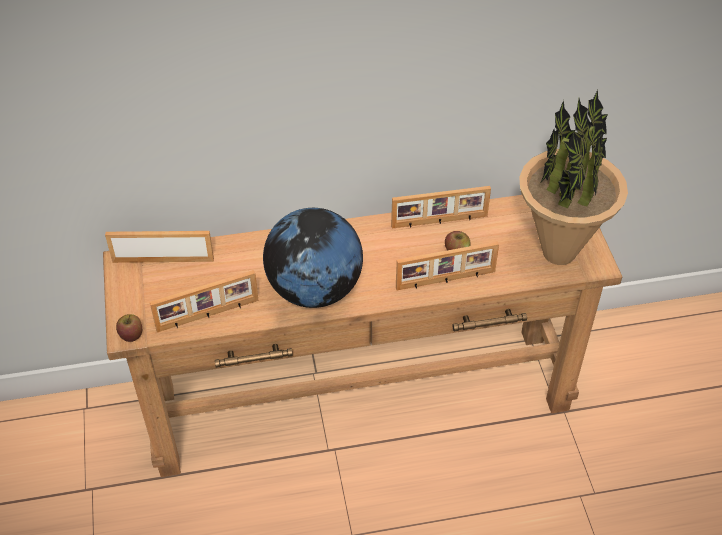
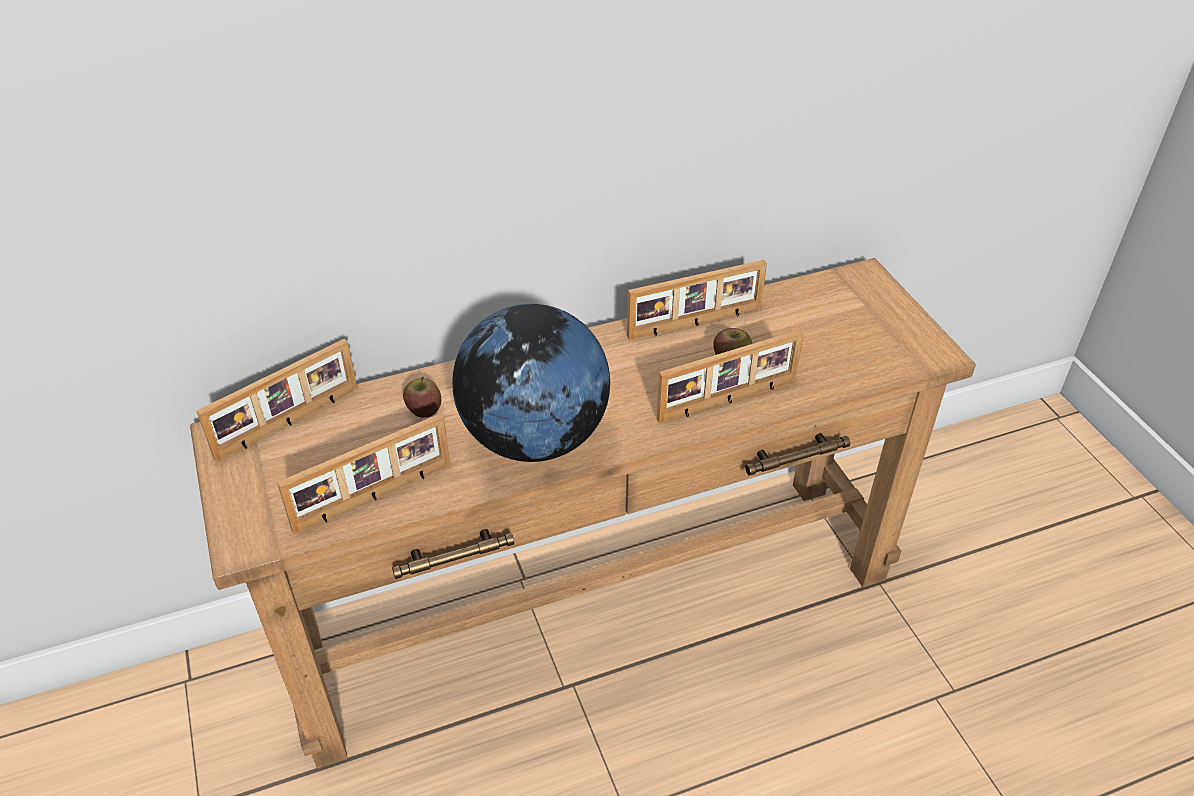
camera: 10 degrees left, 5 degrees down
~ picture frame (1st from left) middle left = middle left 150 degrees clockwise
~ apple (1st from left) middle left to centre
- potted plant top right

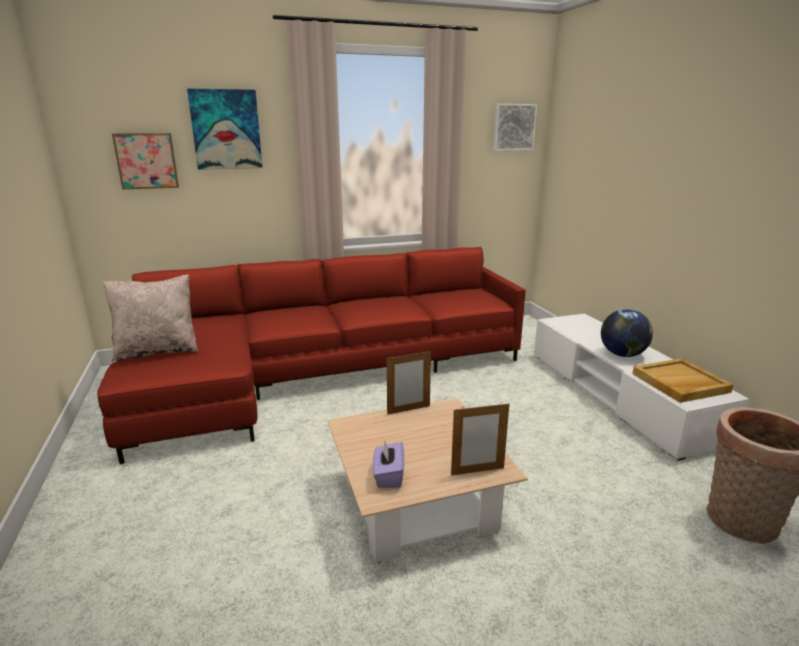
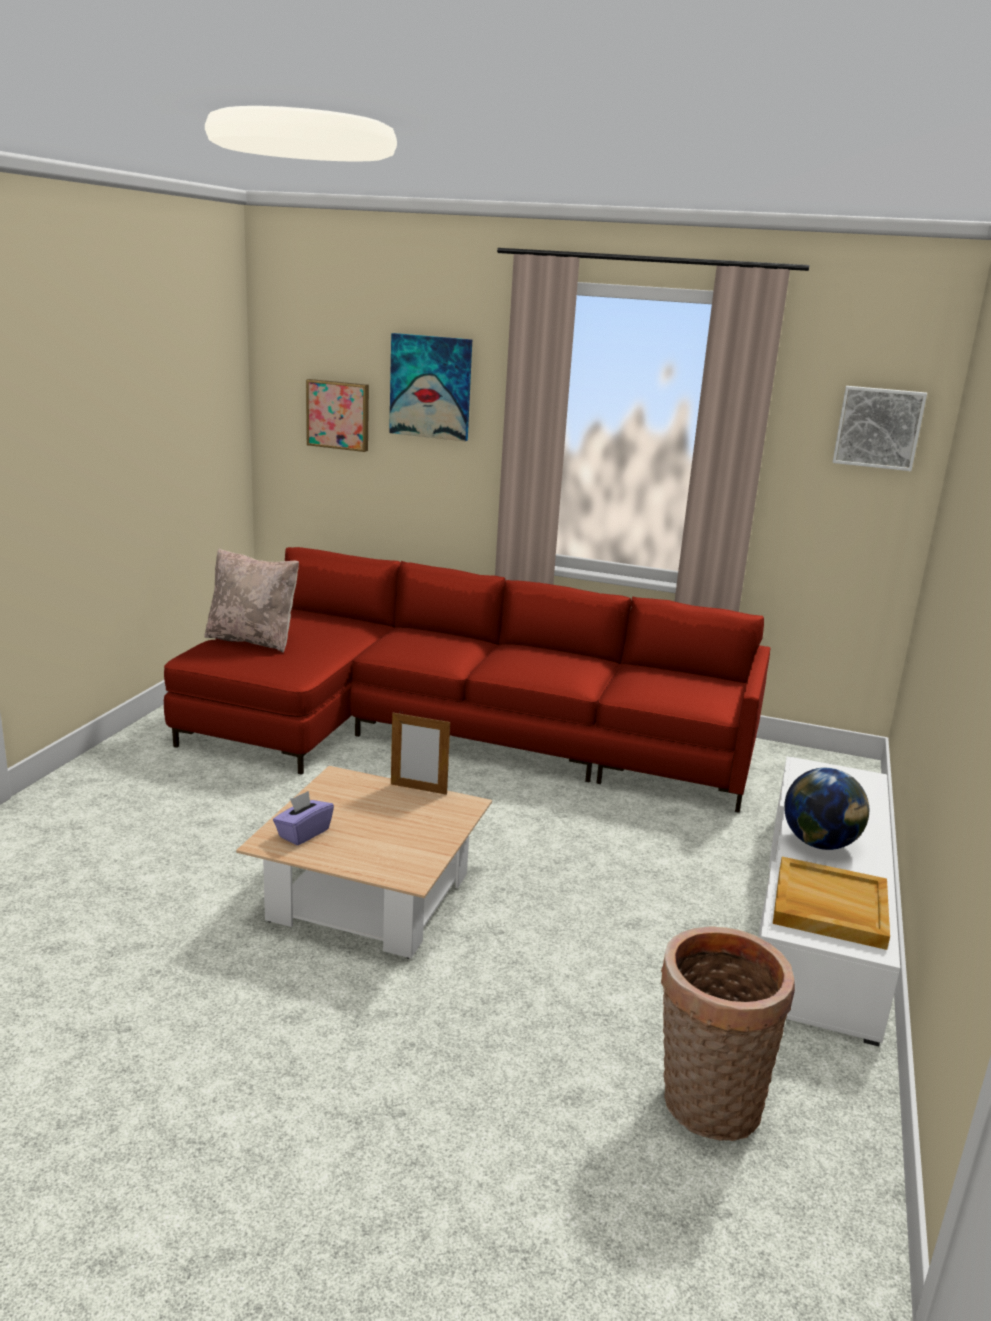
camera: 35 degrees right, 0 degrees up
- picture frame (2nd from left) bottom centre

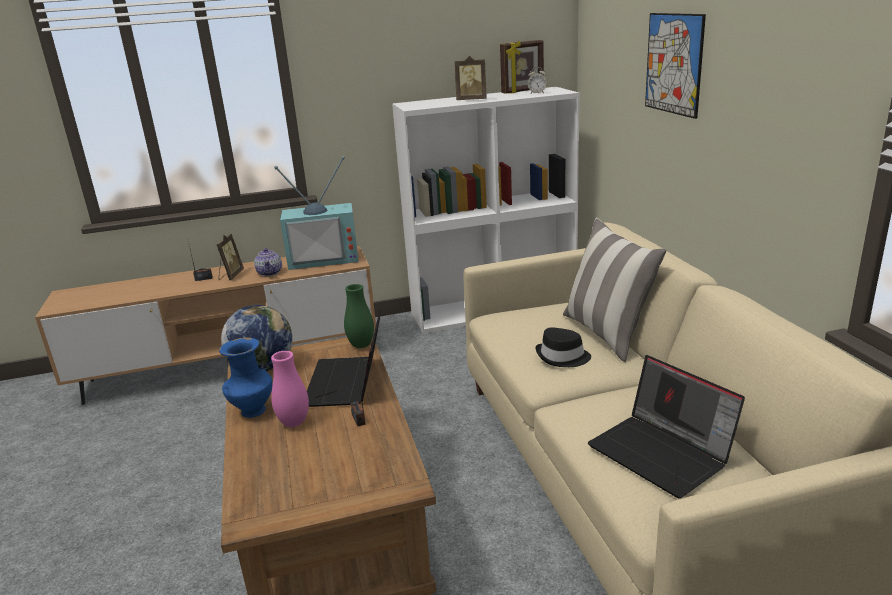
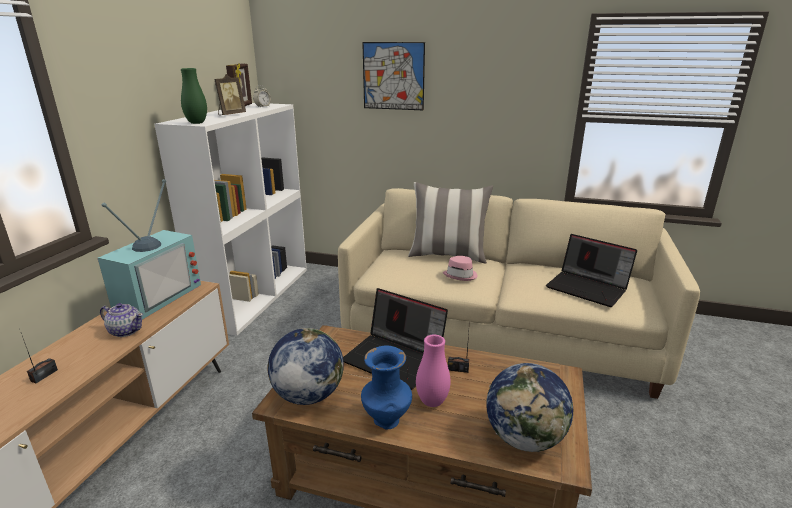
camera: 60 degrees left, 0 degrees up
- picture frame (1st from left) middle left
~ vase (green) centre to top left
~ hat (black) centre to hat (pink) centre
~ laptop (2nd from left) bottom right = middle right 45 degrees clockwise
+ globe (2nd from left) bottom right

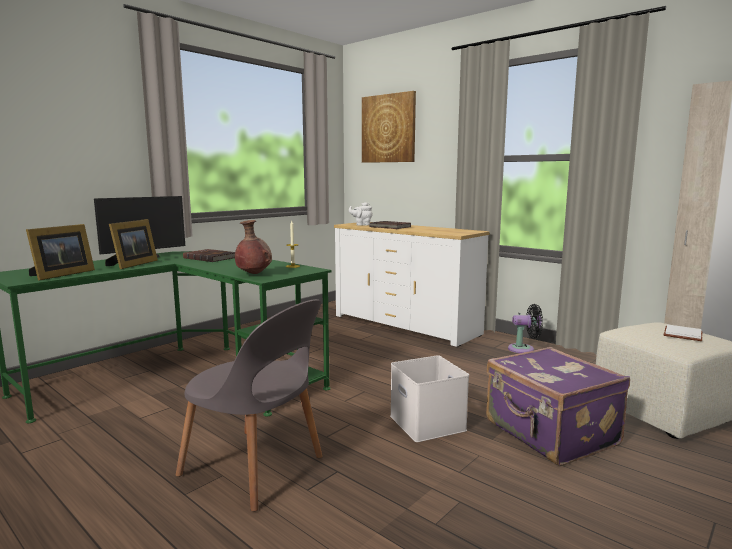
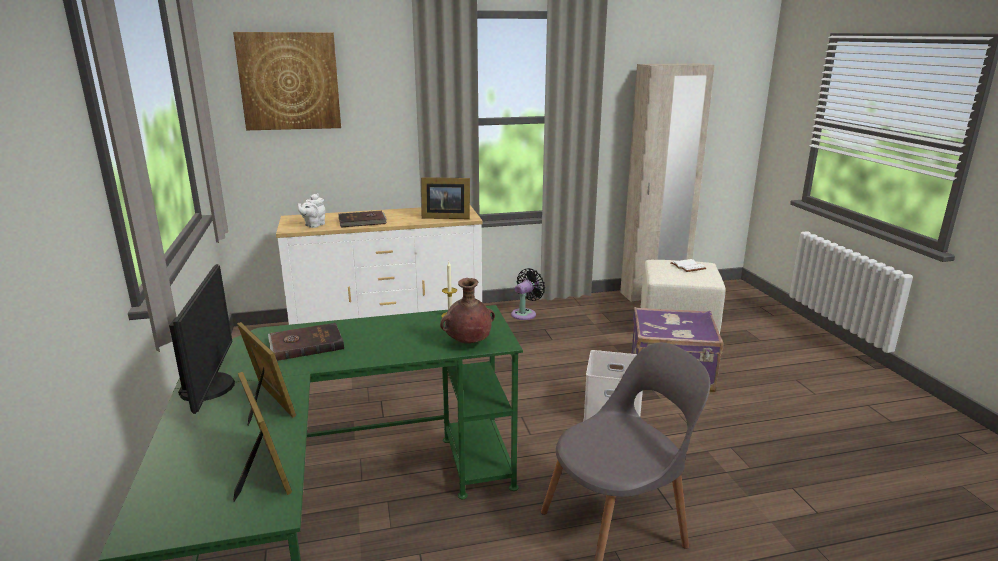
camera: 55 degrees left, 10 degrees up
+ picture frame (3rd from left) centre

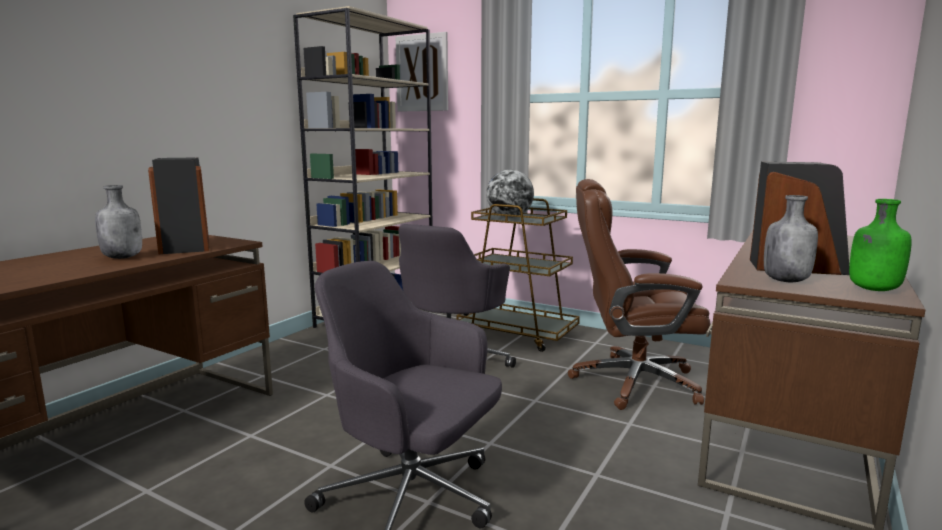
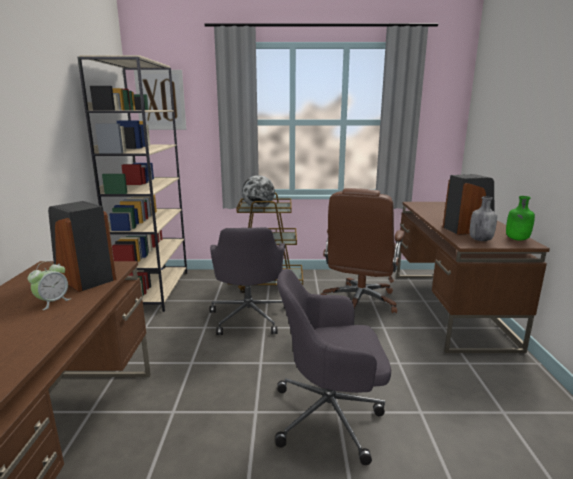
camera: 30 degrees left, 5 degrees up
~ bottle (grey) (1st from left) middle left to alarm clock middle left
~ office chair (brown) middle right = centre 45 degrees counterclockwise

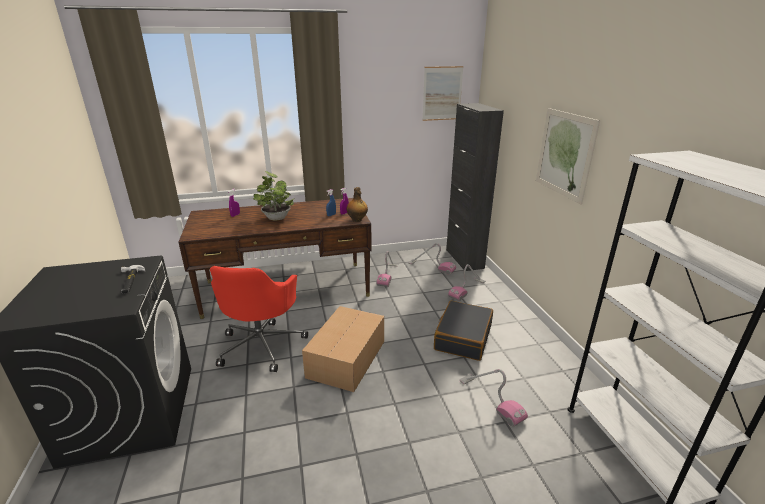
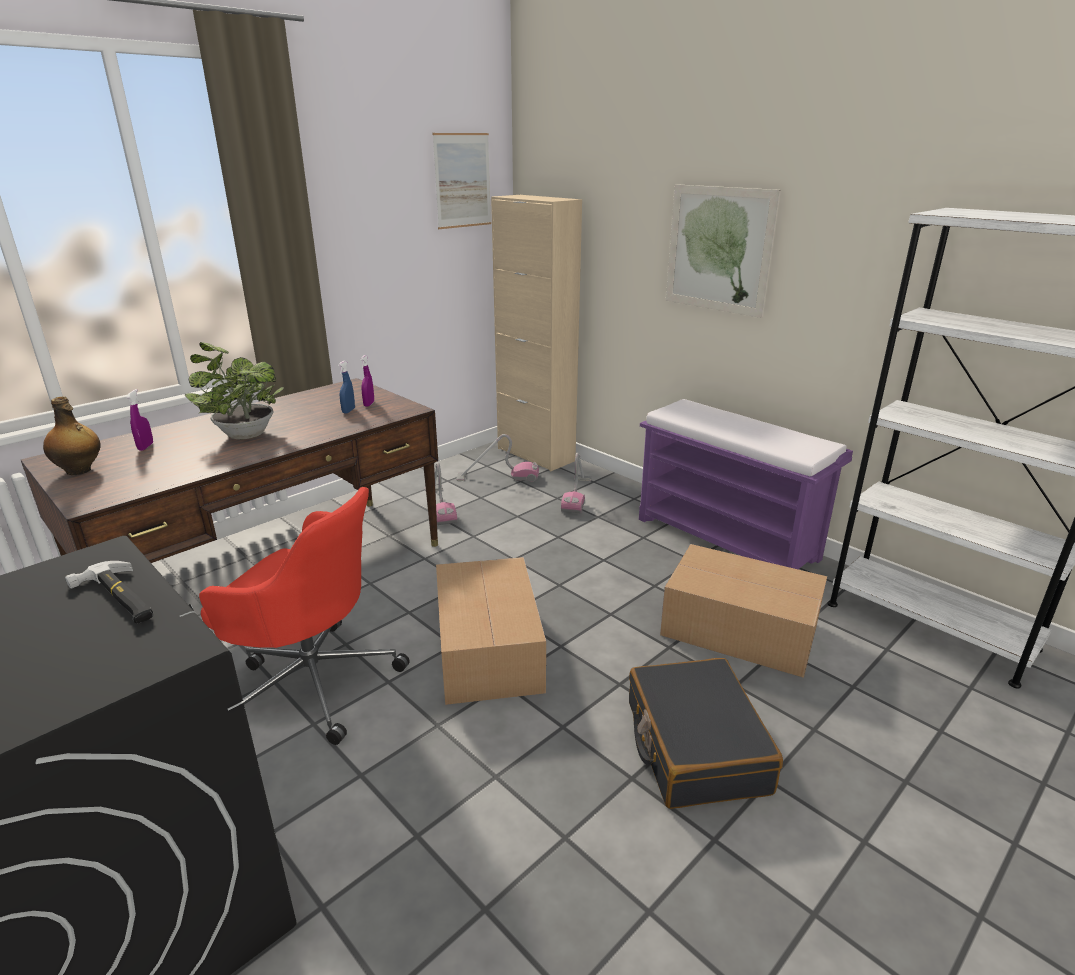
camera: 30 degrees left, 0 degrees up
~ office chair (red) centre = middle left 45 degrees counterclockwise
~ bottle centre to middle left
~ suitcase (black) centre to bottom centre
~ cabinet (black) centre to cabinet (beige) centre
~ vacuum cleaner (4th from left) bottom centre to cardboard box (2nd from left) middle right
+ bench (purple) middle right

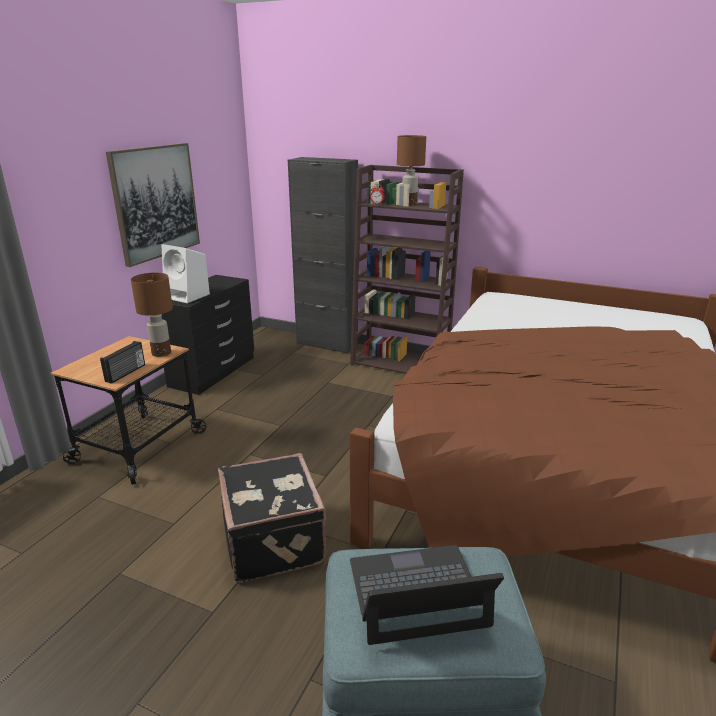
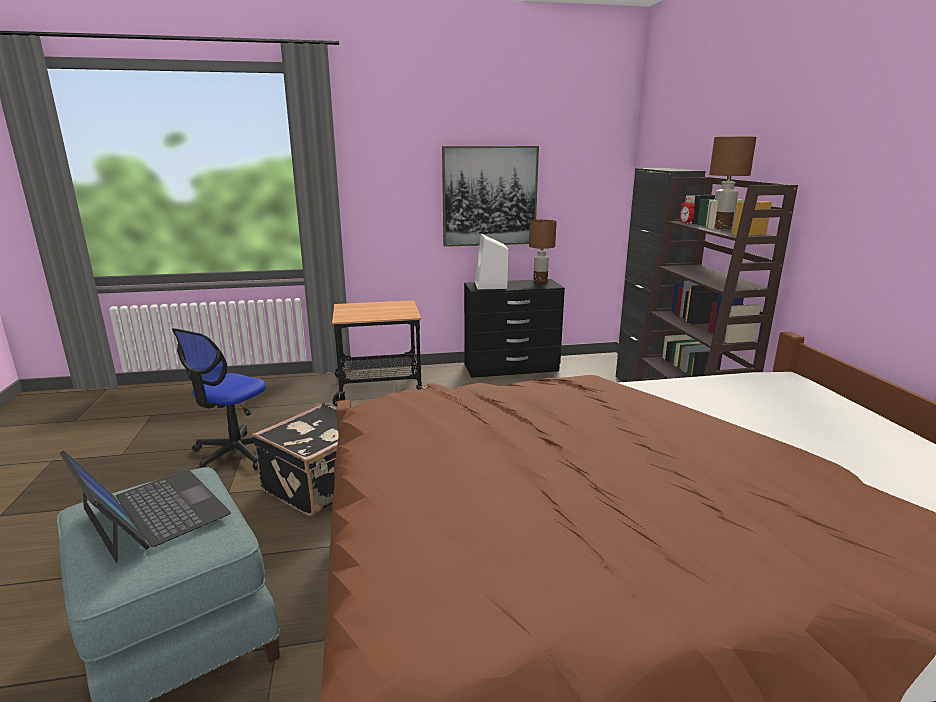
camera: 55 degrees right, 5 degrees down
- radio middle left
~ table lamp (brown) (1st from left) middle left to centre
+ office chair middle left

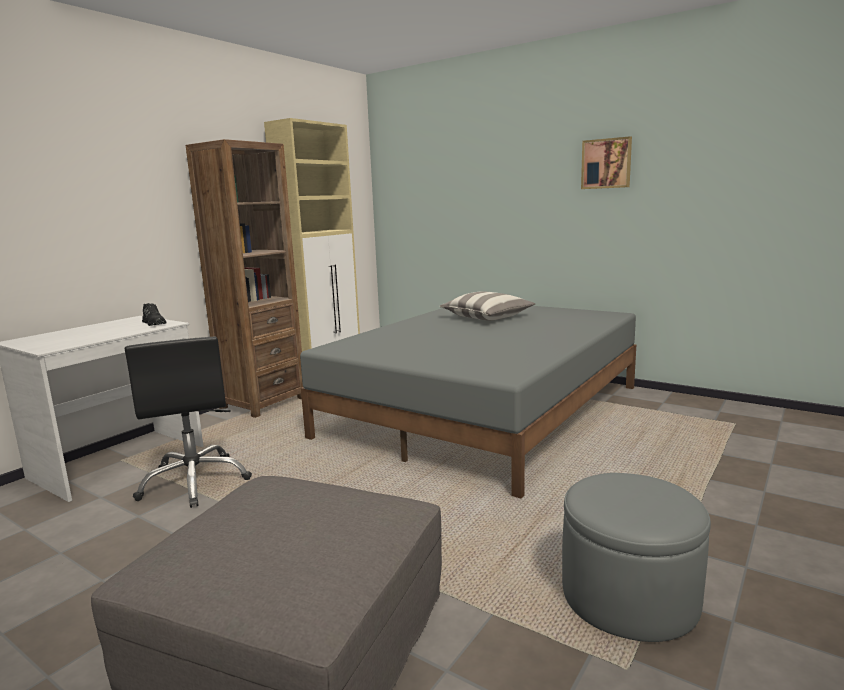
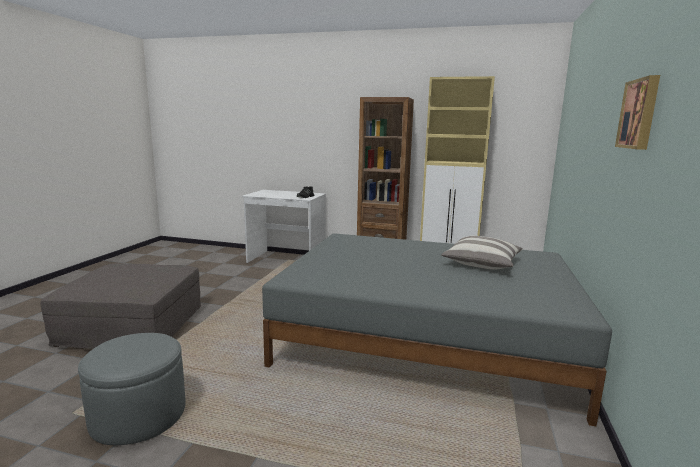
camera: 70 degrees right, 0 degrees up
- office chair (black) middle left

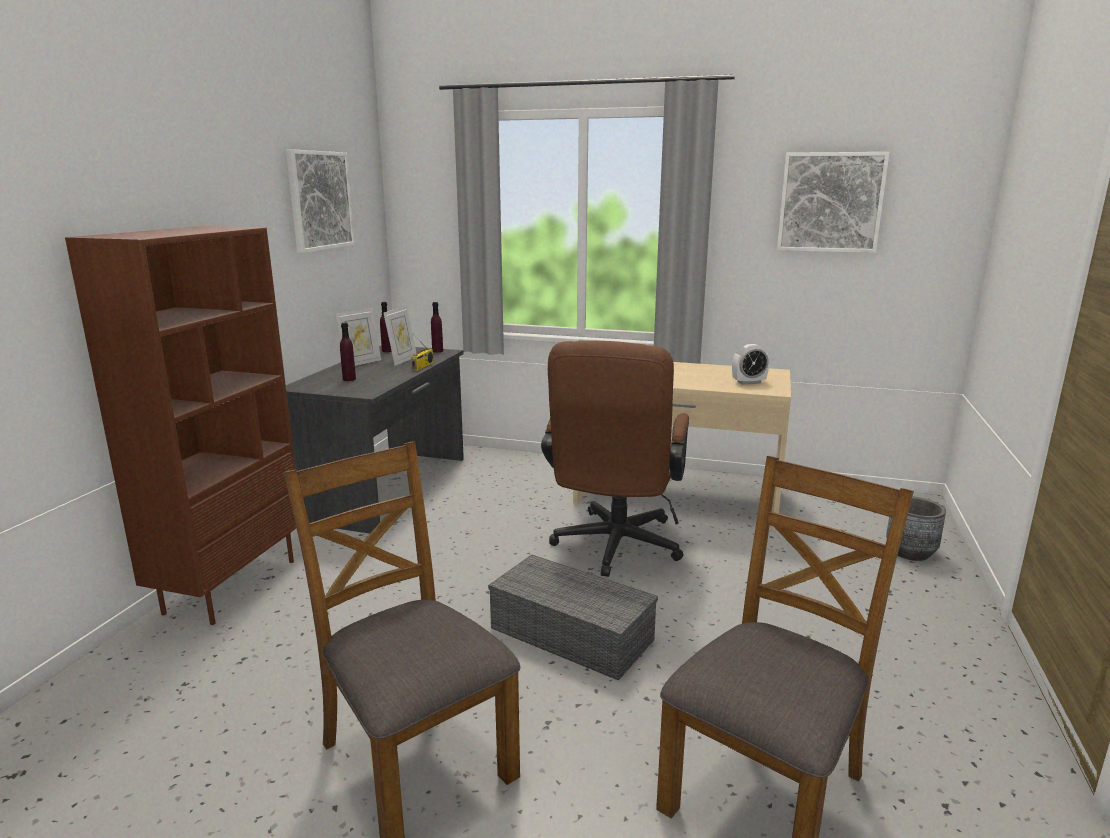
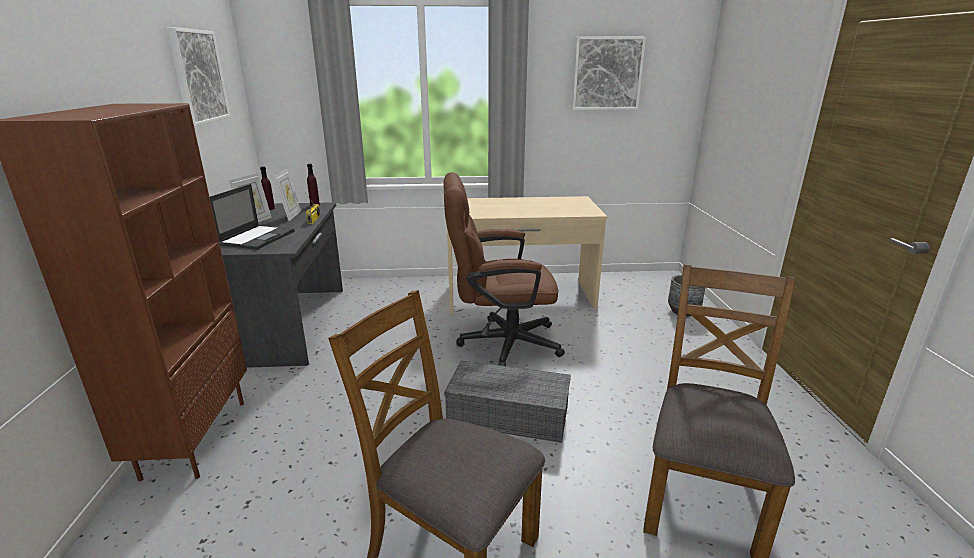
camera: 20 degrees left, 5 degrees up
~ bottle (purple) (1st from left) middle left to laptop middle left
~ office chair (brown) centre = centre 90 degrees clockwise
- alarm clock middle right

